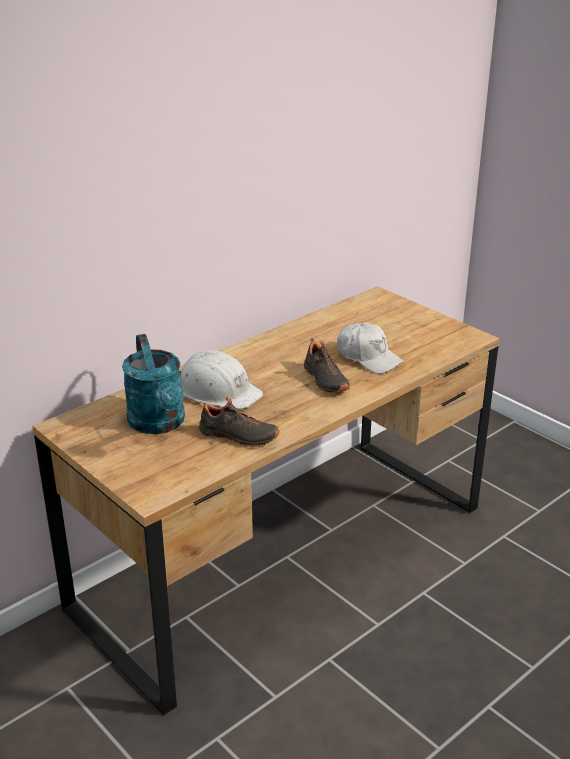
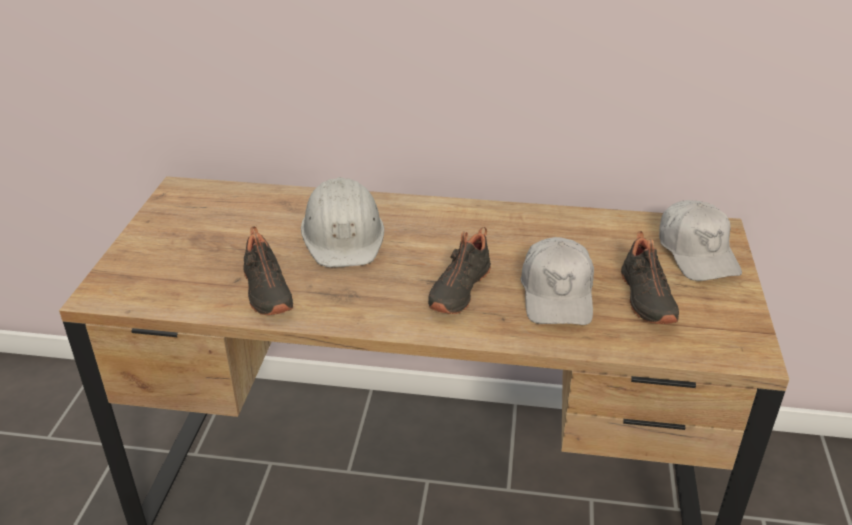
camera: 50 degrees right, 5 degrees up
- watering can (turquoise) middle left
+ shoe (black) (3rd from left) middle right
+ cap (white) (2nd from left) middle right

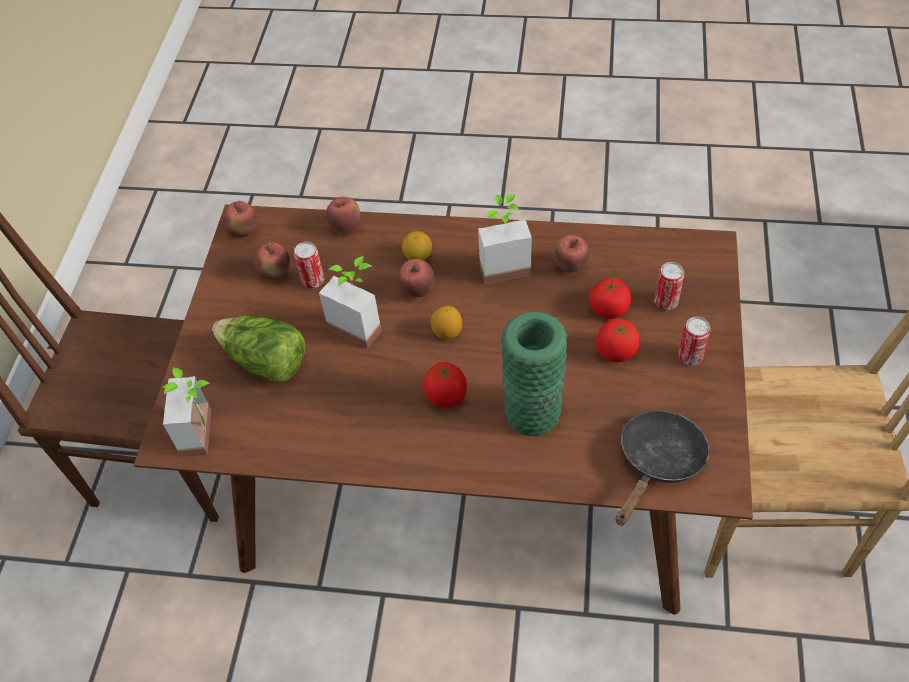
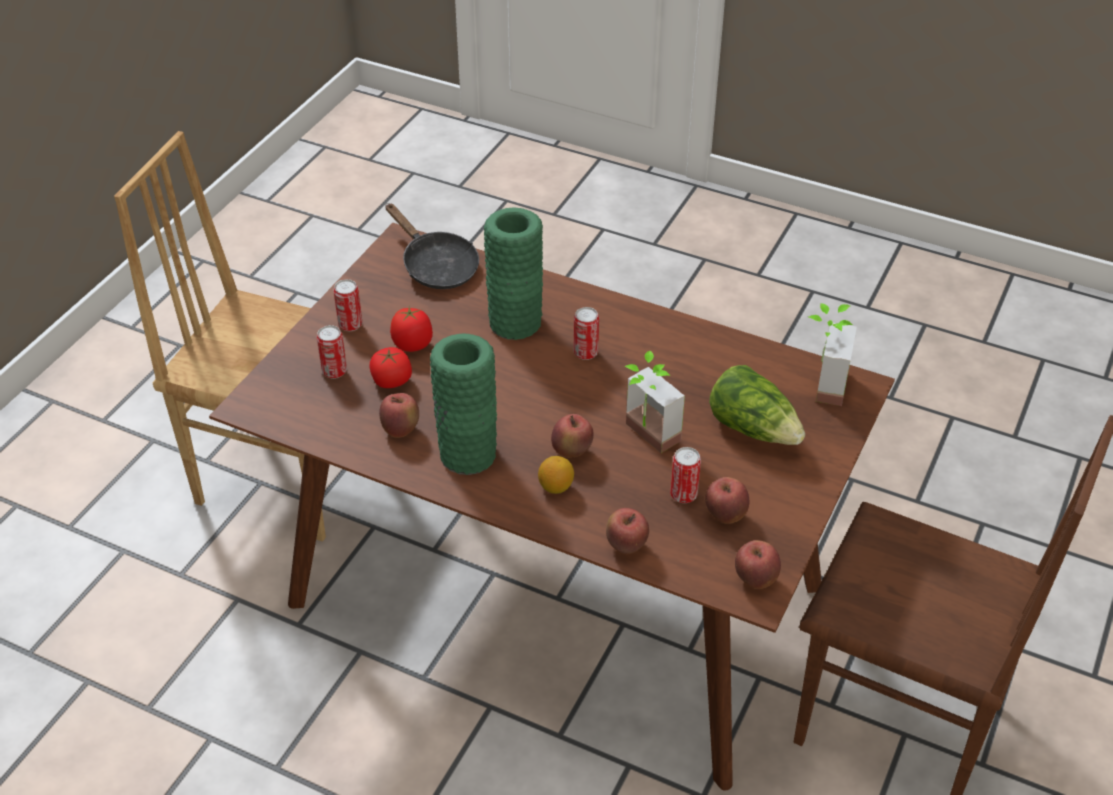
camera: 165 degrees left, 10 degrees down
~ tomato (1st from left) centre to can (3rd from left) centre
- lemon (2nd from left) centre
~ potted plant (3rd from left) centre to vase (green) (1st from left) centre
~ frying pan (black) bottom right = top centre 90 degrees counterclockwise

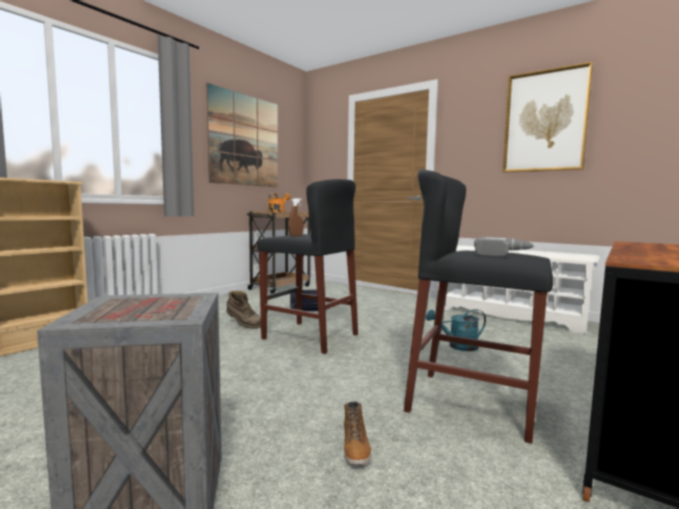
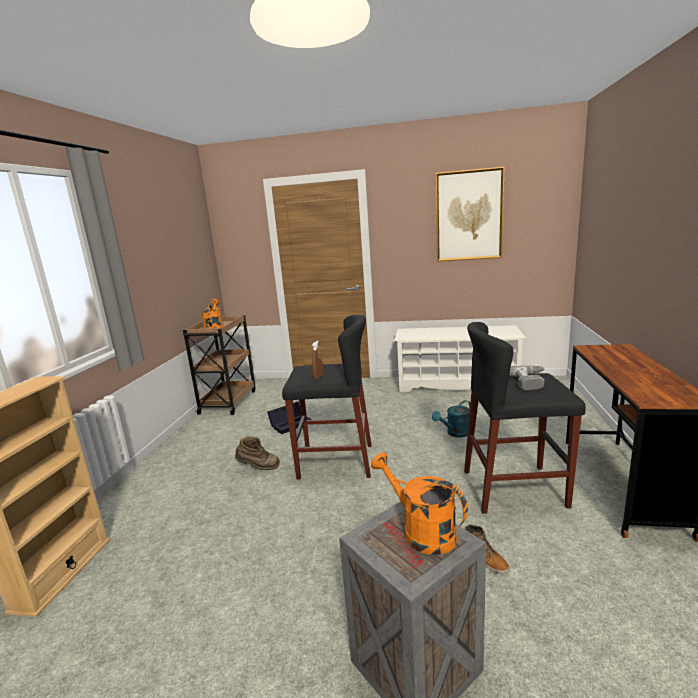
camera: 25 degrees left, 10 degrees up
- picture (1st from left) top centre
+ watering can (orange) (2nd from left) bottom centre

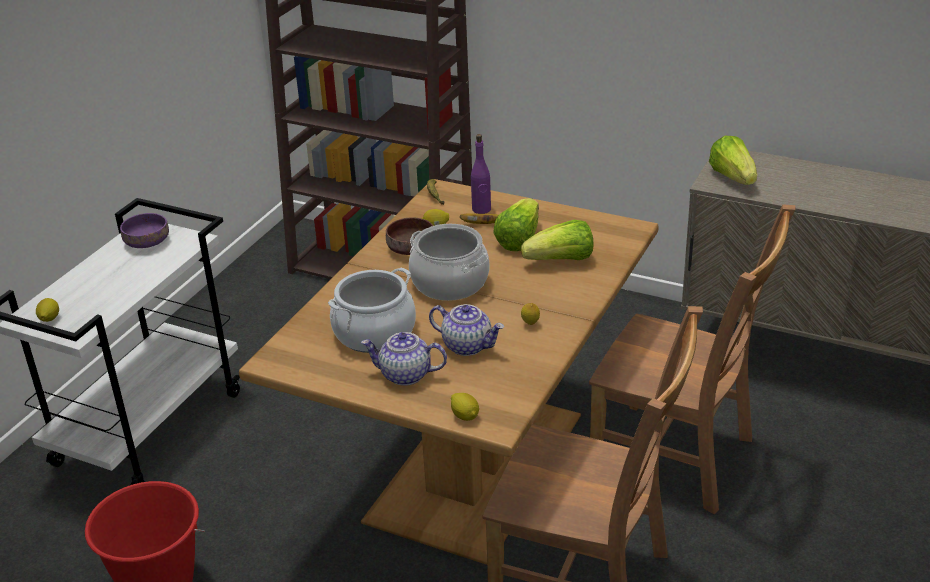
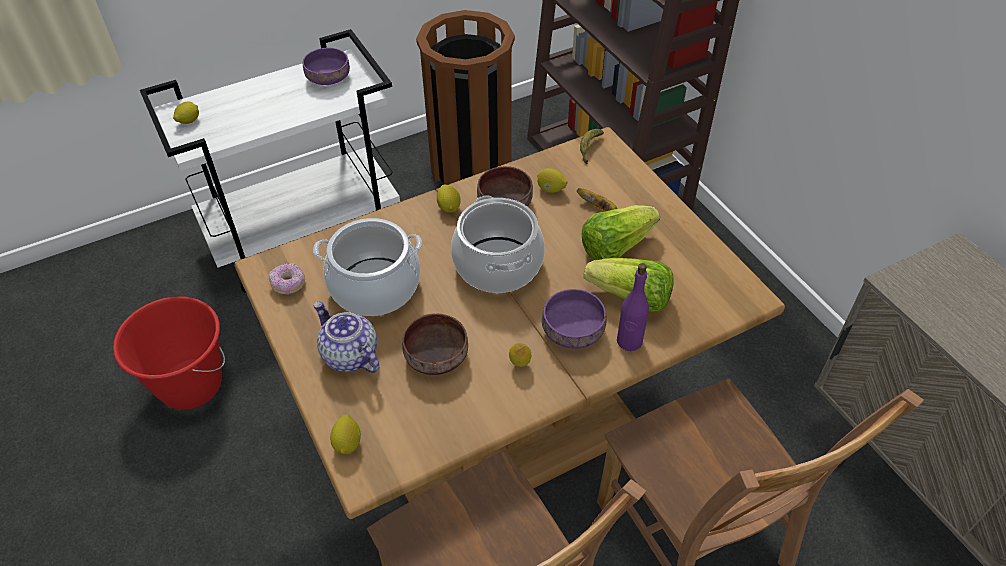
camera: 35 degrees right, 15 degrees up
~ teapot (2nd from left) centre to bowl (brown) (1st from left) centre
~ bottle (purple) top centre to centre
- lettuce (3rd from left) top right
+ donut middle left
+ trash can (brown) top centre
+ lemon (3rd from left) centre
+ bowl (purple) (2nd from left) centre

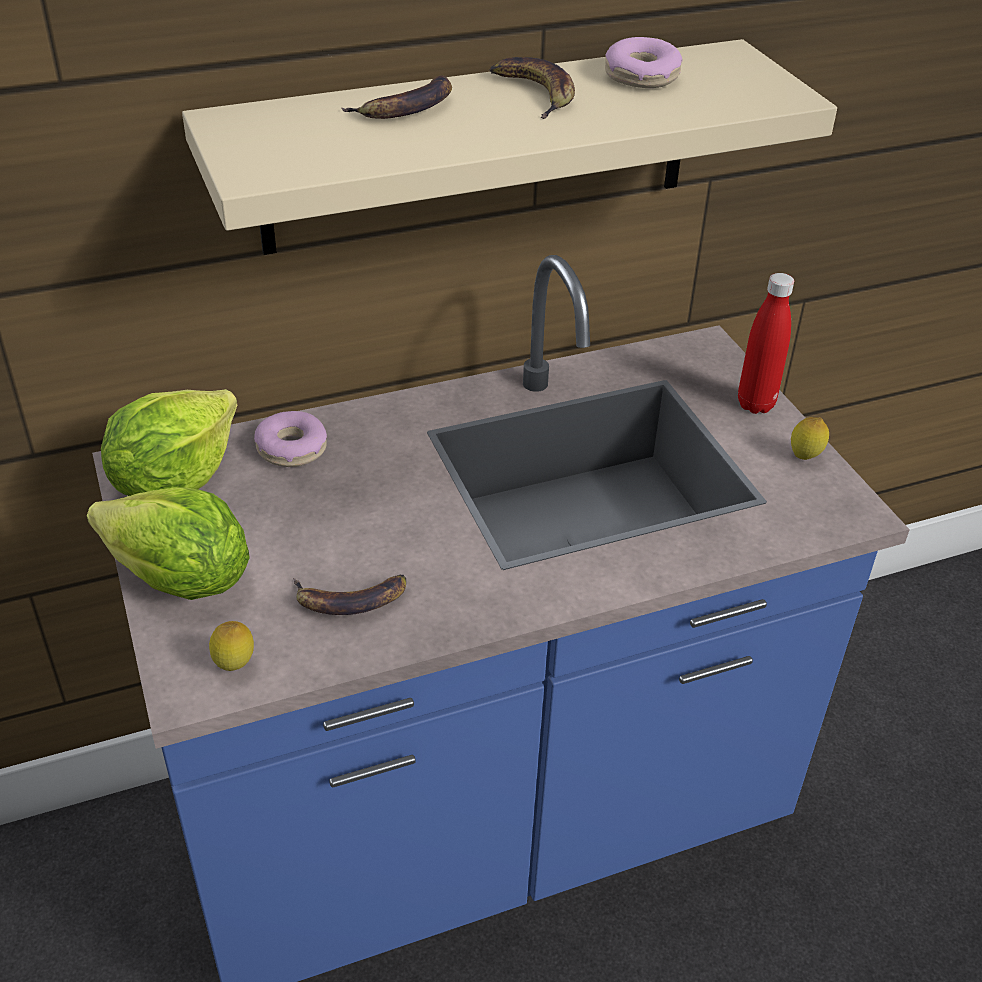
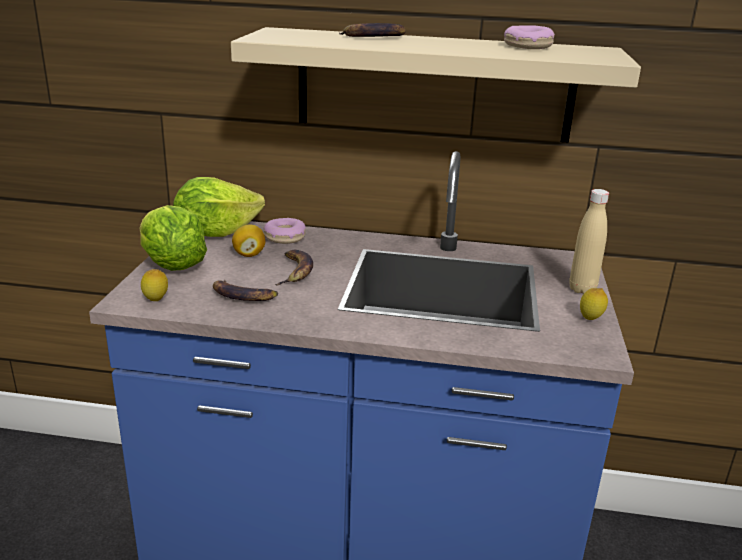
camera: 30 degrees right, 15 degrees down
~ banana (3rd from left in the first image) top centre to banana (2nd from left) centre
~ bottle (red) middle right to bottle (beige) middle right
+ lemon (2nd from left) centre

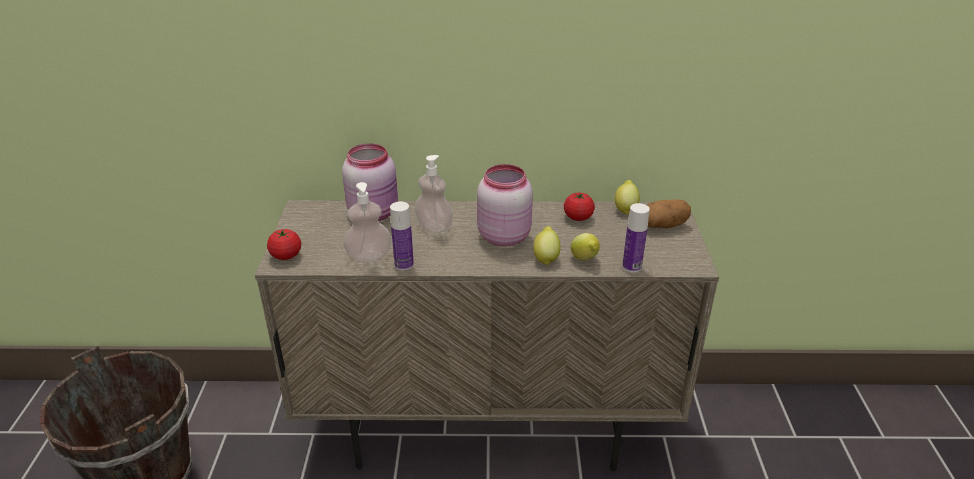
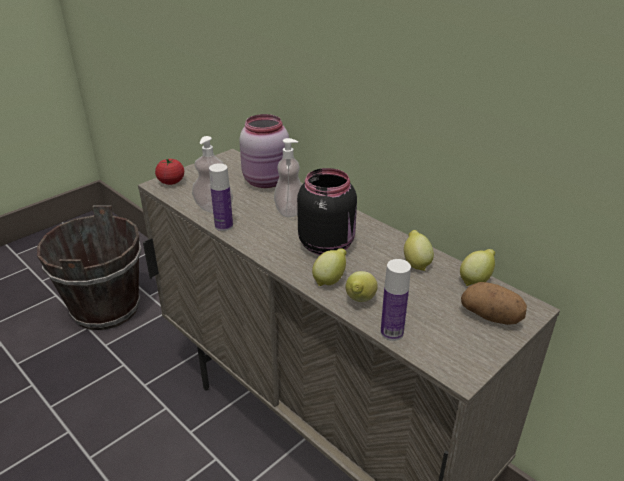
camera: 45 degrees right, 0 degrees up
~ jar (pink) (2nd from left) centre to jar (black) centre
~ tomato (2nd from left) centre to lemon (3rd from left) middle right

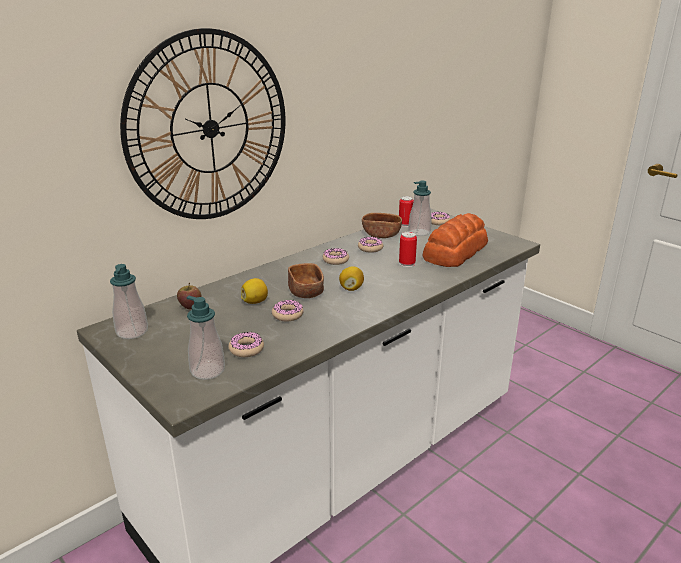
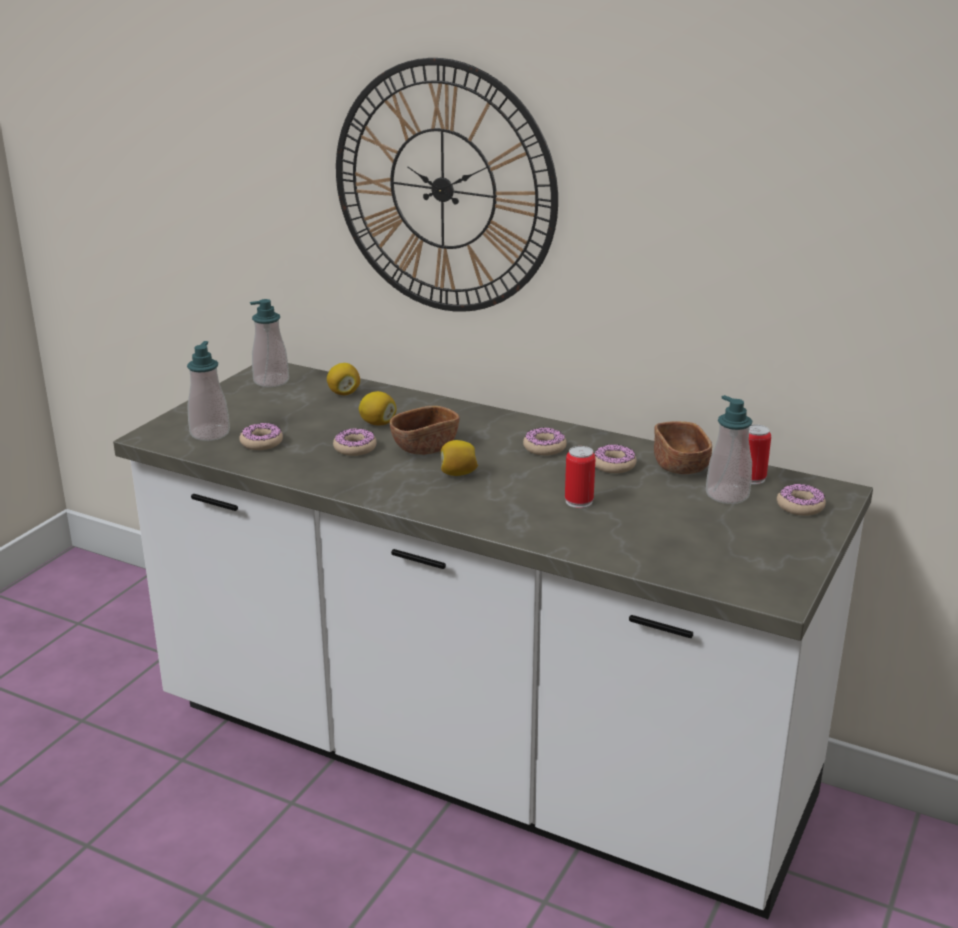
camera: 70 degrees right, 0 degrees up
~ apple middle left to lemon (1st from left) centre
- bread middle right

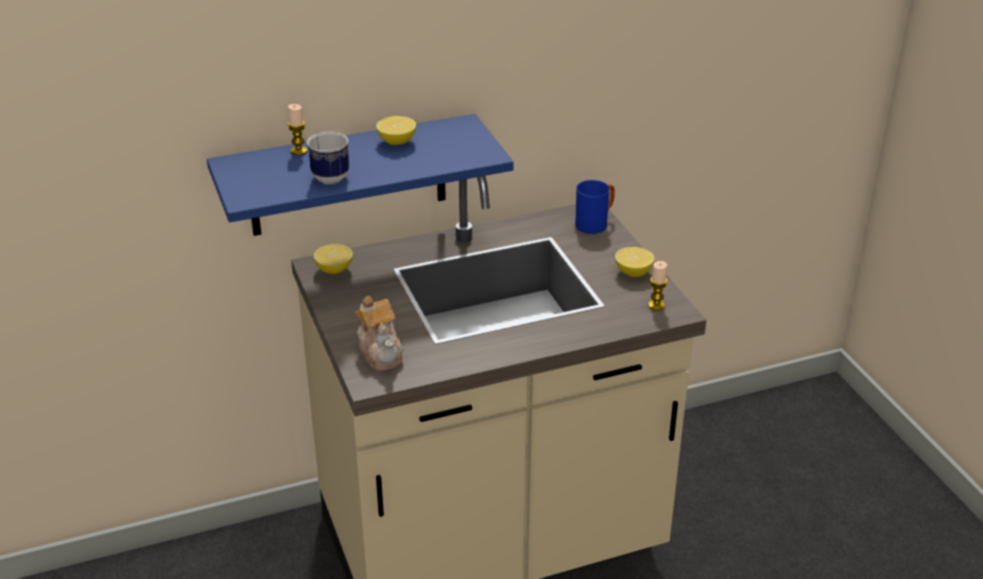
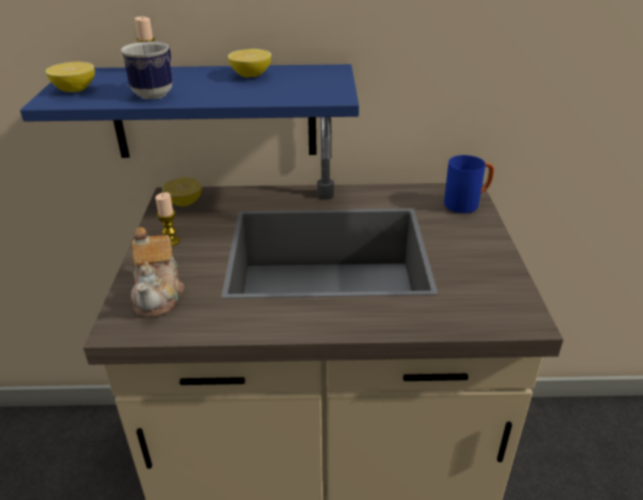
camera: 20 degrees right, 0 degrees up
~ lemon (3rd from left in the first image) centre to lemon (1st from left) top left
~ candle (2nd from left) middle right to middle left

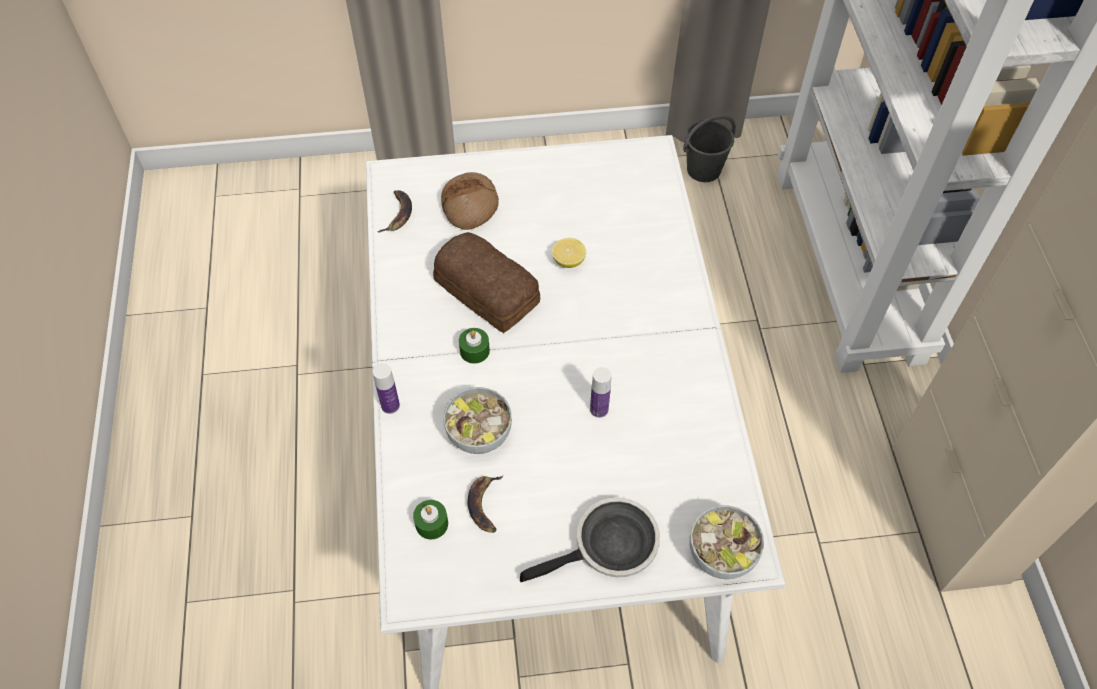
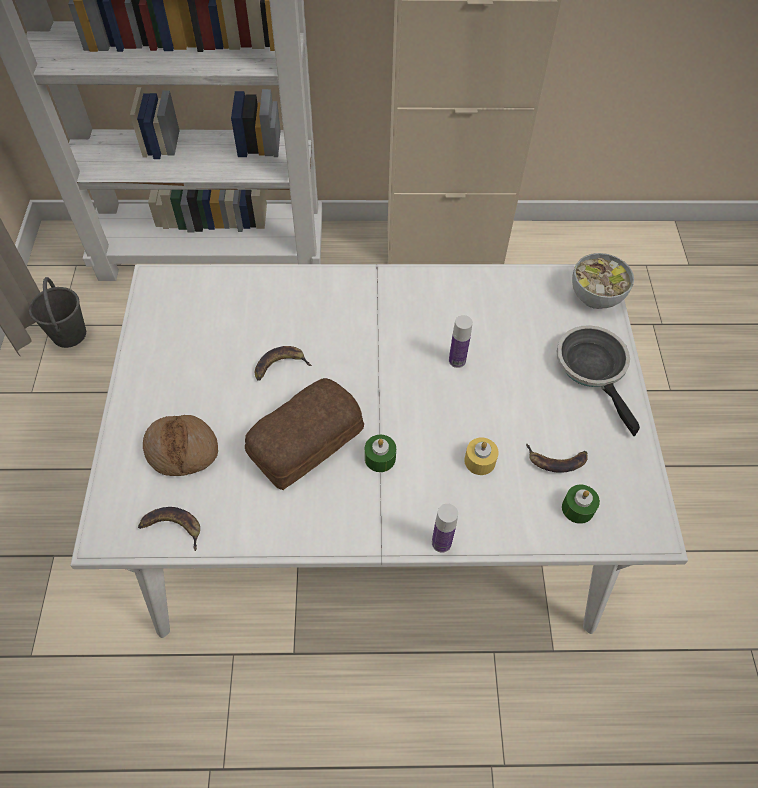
camera: 85 degrees left, 0 degrees up
~ bowl (1st from left) centre to candle (yellow) centre
~ lemon centre to banana (2nd from left) centre

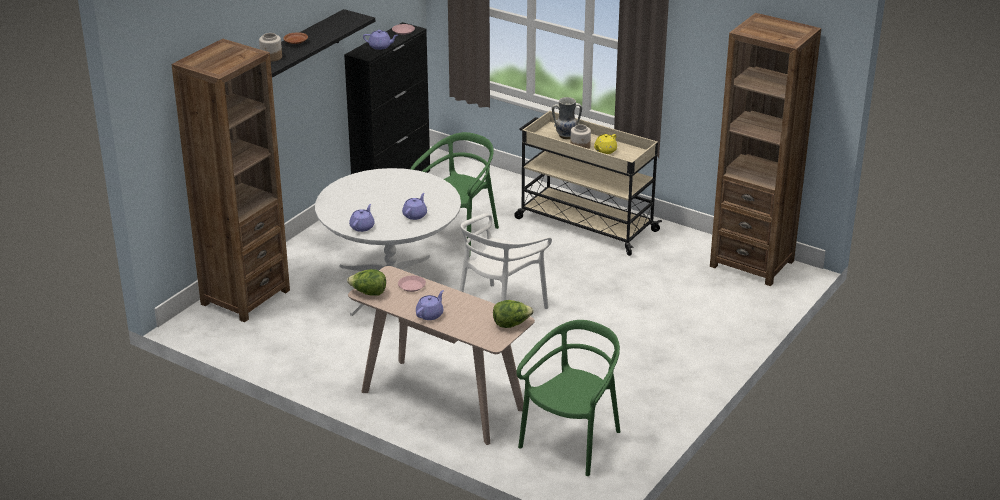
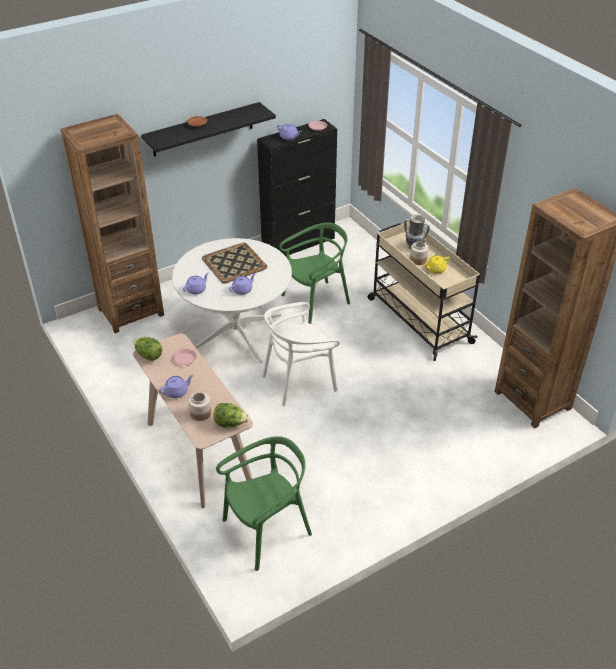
camera: 25 degrees right, 10 degrees up
~ jar (1st from left) top left to middle left
+ tray centre

